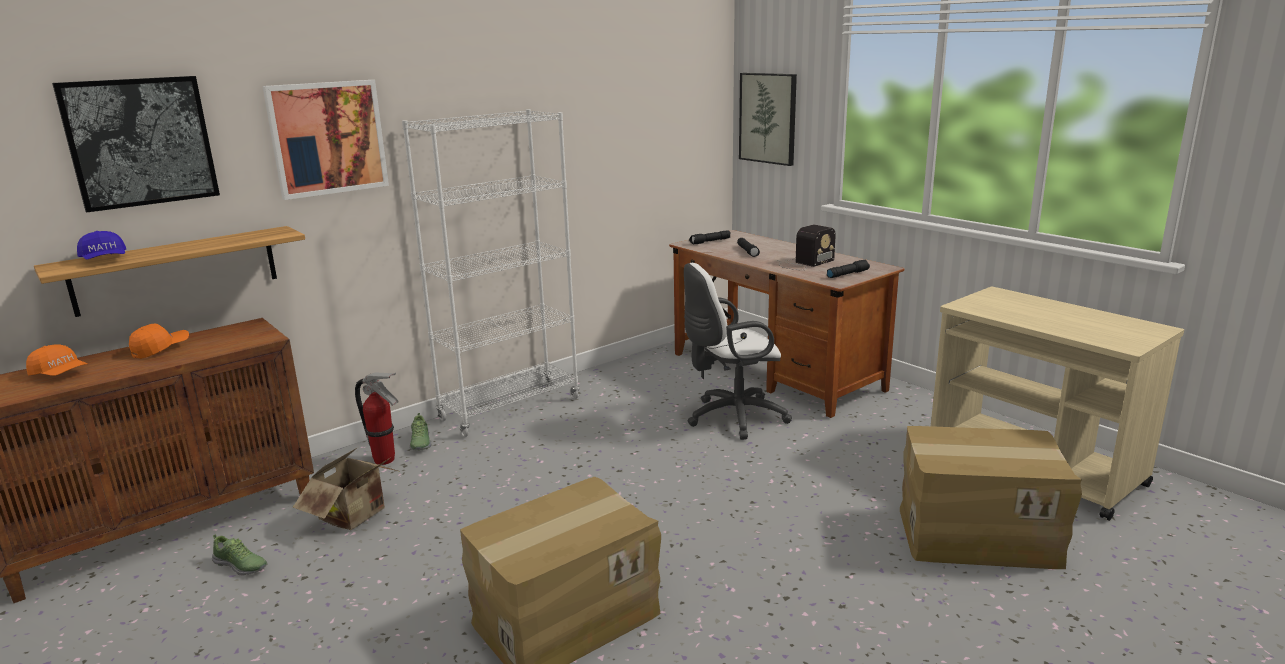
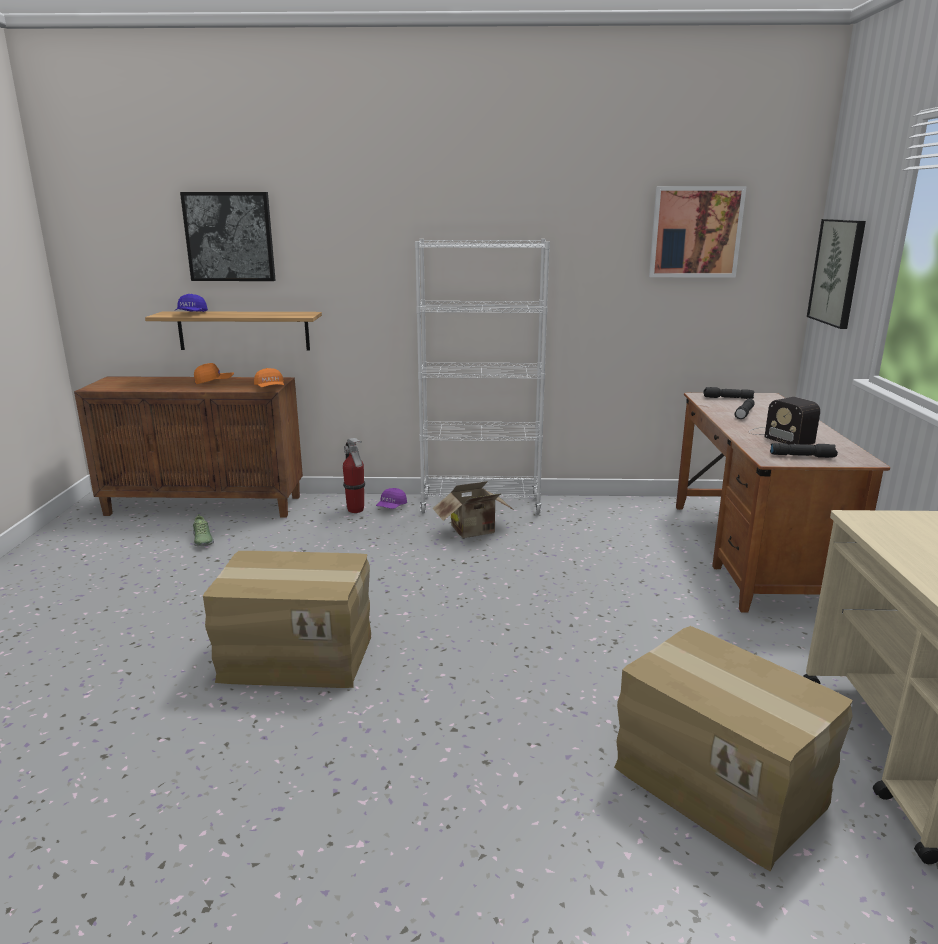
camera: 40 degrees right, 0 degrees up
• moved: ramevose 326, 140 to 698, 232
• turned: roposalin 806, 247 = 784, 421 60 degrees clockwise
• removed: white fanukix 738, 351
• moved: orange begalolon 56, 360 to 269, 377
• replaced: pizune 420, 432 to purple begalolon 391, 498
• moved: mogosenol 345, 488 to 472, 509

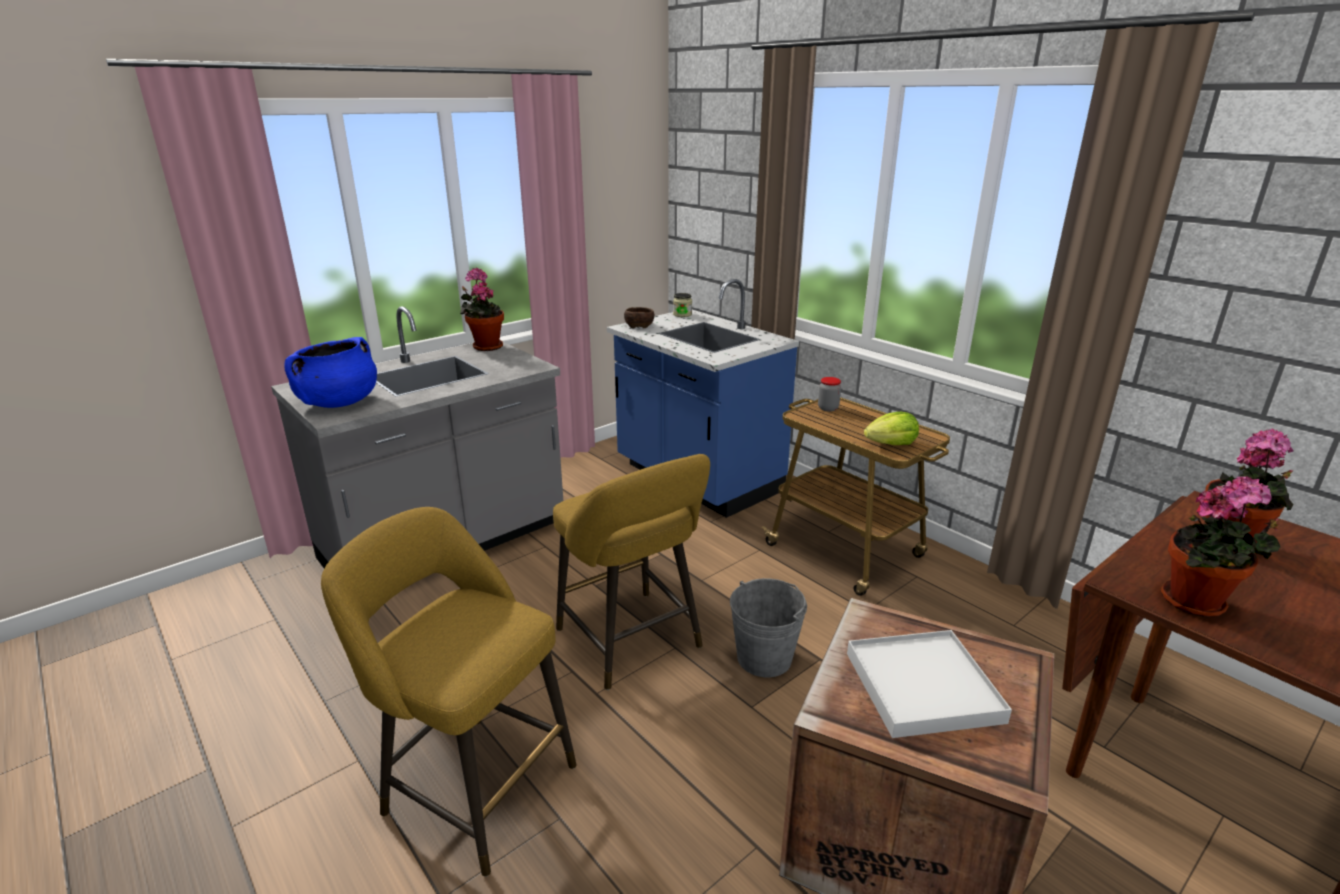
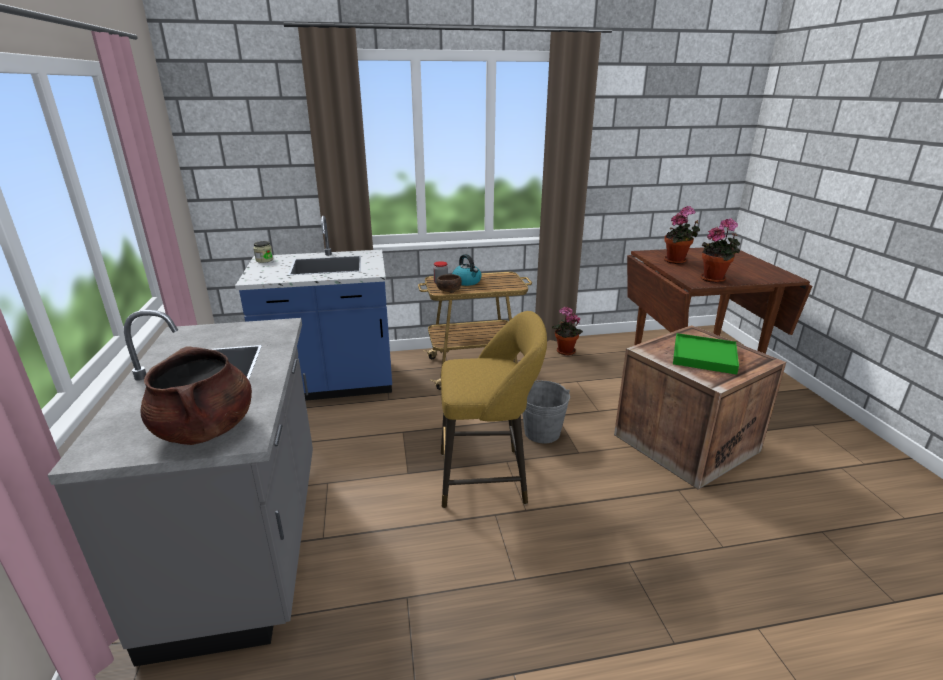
camera: 60 degrees left, 0 degrees up
• moved: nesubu 482, 309 to 567, 331
• moved: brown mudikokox 639, 318 to 449, 283
• recoloured: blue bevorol 331, 372 to brown bevorol 196, 396
• removed: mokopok 891, 428
• removed: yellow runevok 448, 692
• recoloured: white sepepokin 929, 684 to green sepepokin 706, 354
• added: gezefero 466, 270

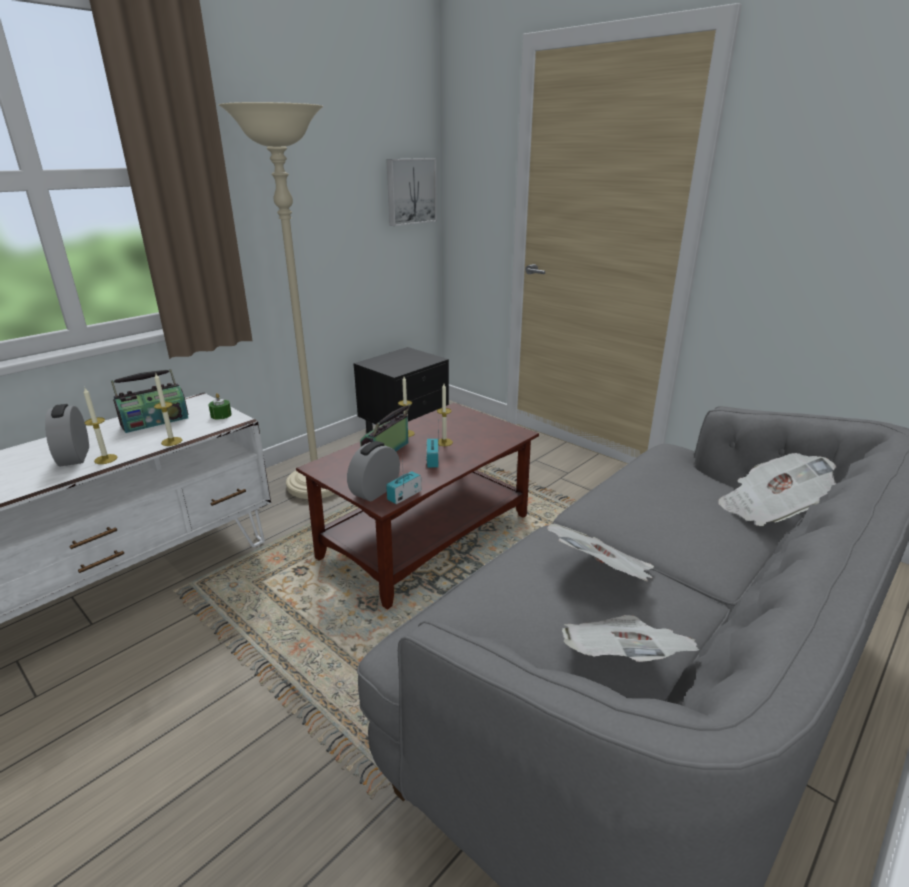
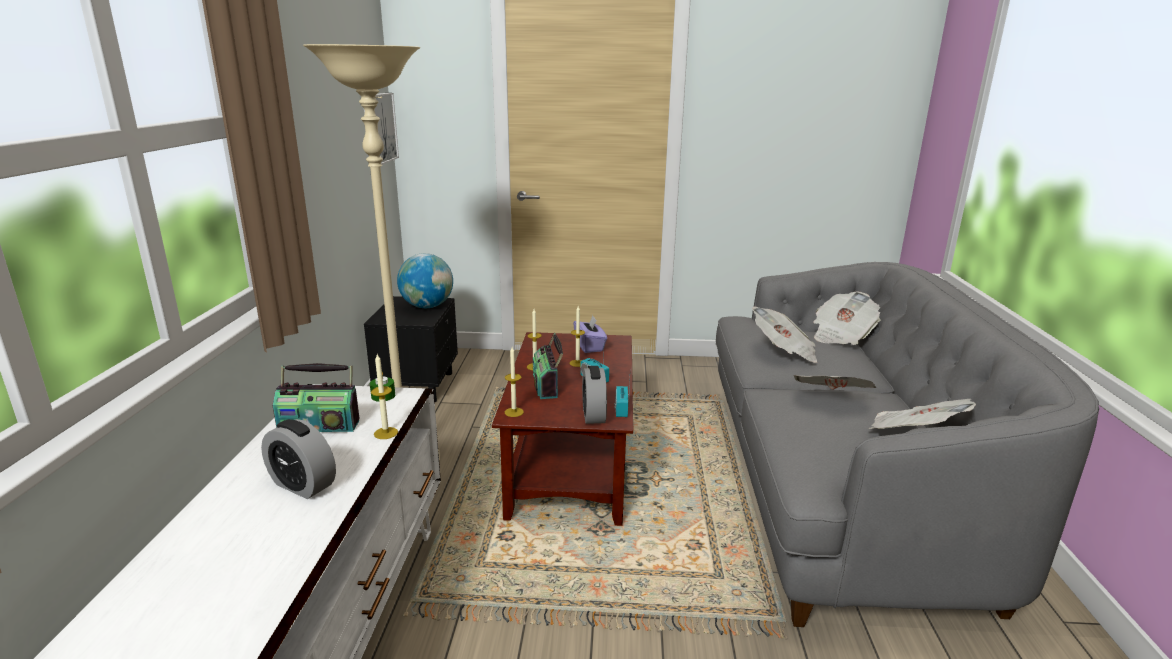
camera: 40 degrees left, 5 degrees down
• turned: roposalin 149, 401 = 316, 397 75 degrees clockwise
• moved: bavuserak 100, 426 to 514, 382
• added: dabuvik 425, 280
• added: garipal 784, 334
• added: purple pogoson 590, 334

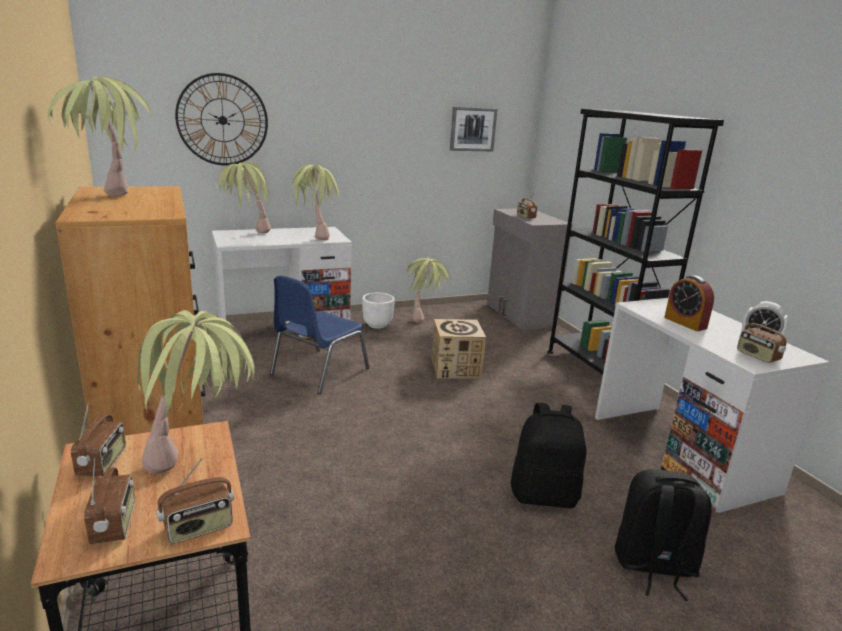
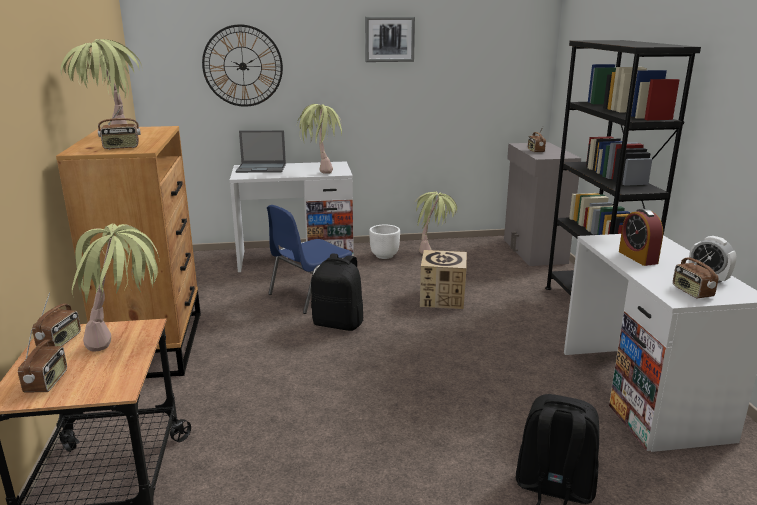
camera: 15 degrees right, 0 degrees up
• moved: ramevose 473, 129 to 390, 39
• replaced: nesubu 243, 197 to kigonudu 261, 151
• moved: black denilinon 549, 455 to 337, 292
• moved: roposalin 195, 501 to 119, 127

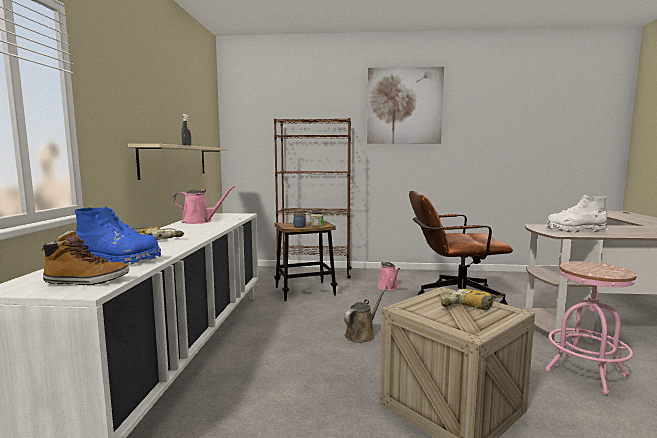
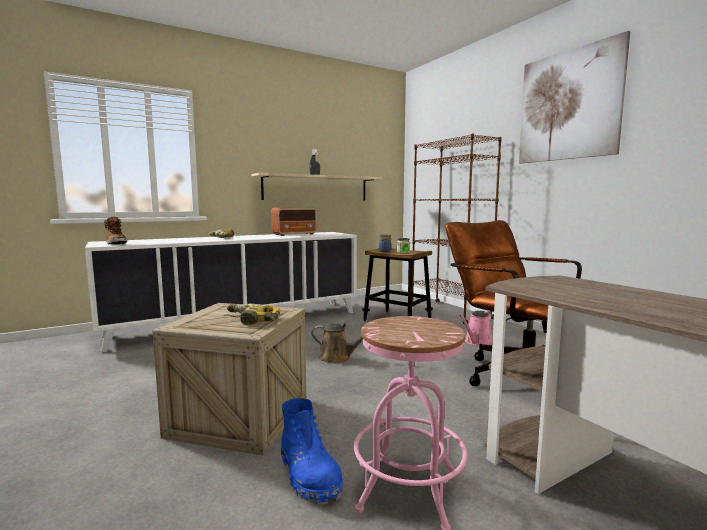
camera: 55 degrees right, 0 degrees up
• replaced: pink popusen 204, 205 to roposalin 294, 221
• removed: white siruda 577, 214
• moved: blue siruda 118, 235 to 312, 451

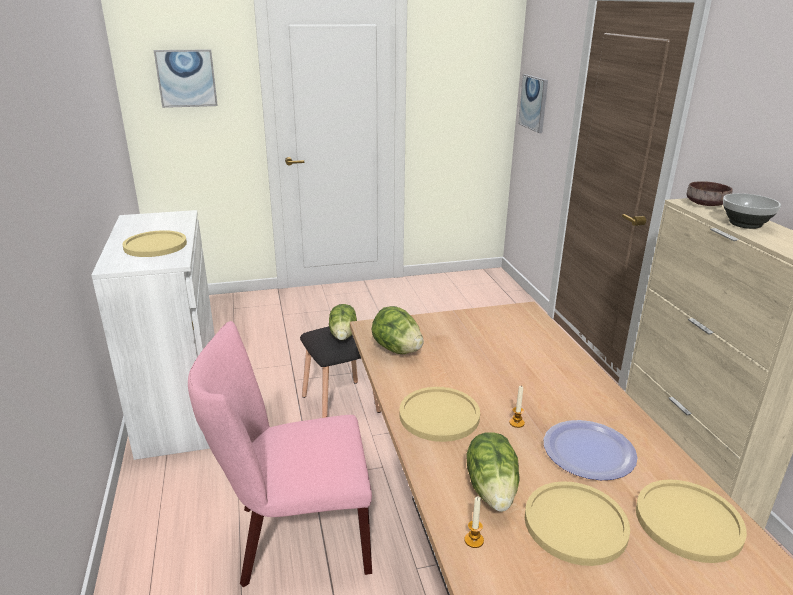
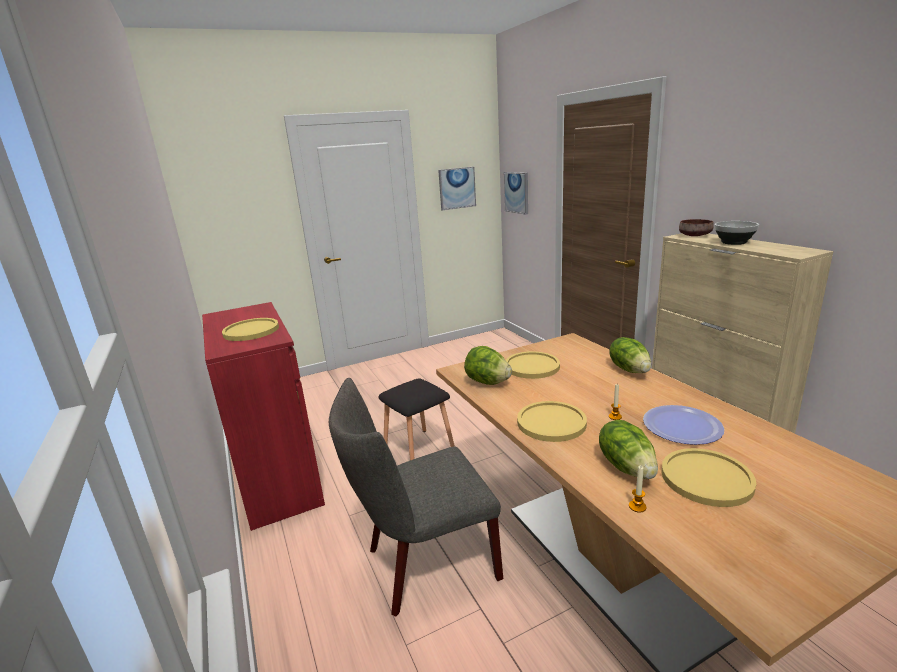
camera: 10 degrees left, 5 degrees down
• moved: ramevose 186, 78 to 457, 188
• recoloured: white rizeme 153, 335 to red rizeme 263, 416
• moved: mokopok 343, 322 to 630, 355
• recoloured: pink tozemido 280, 454 to grey tozemido 416, 497
• moved: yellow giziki 691, 521 to 533, 365

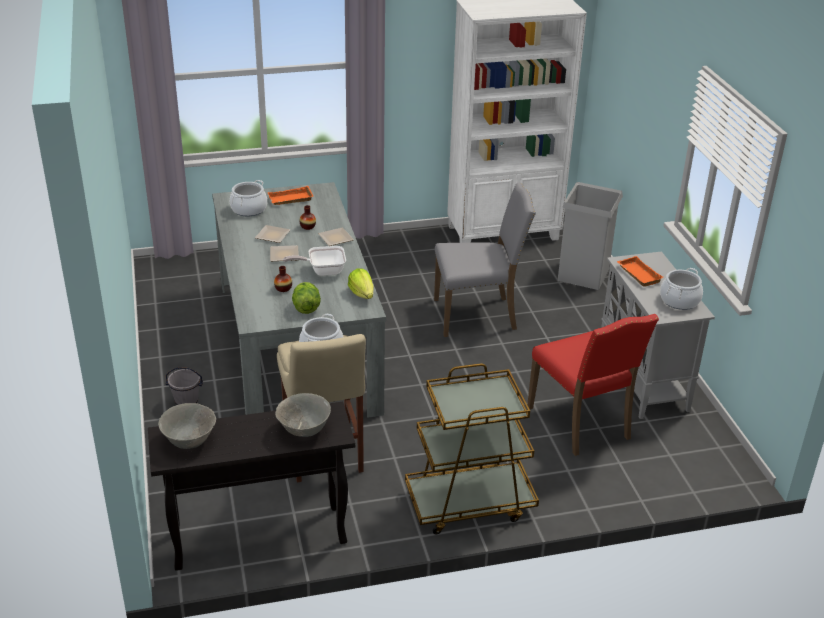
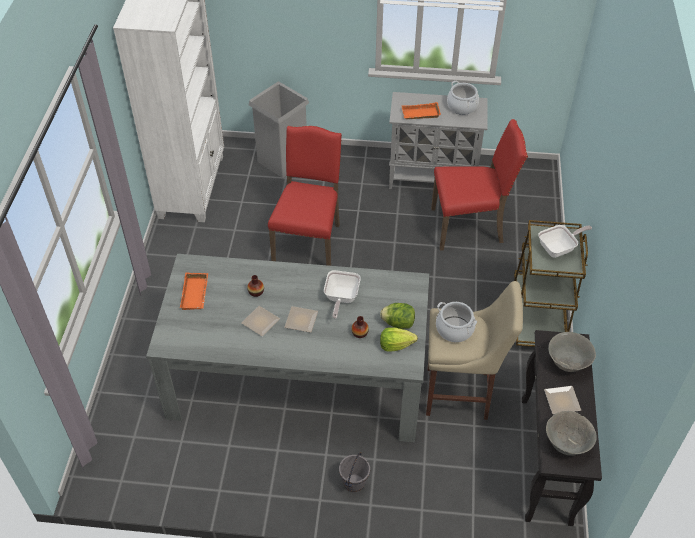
camera: 70 degrees left, 15 degrees up
• removed: bevorol 248, 198
• recoloured: grey tozemido 485, 259 to red tozemido 305, 196
• moved: giziki 336, 237 to 562, 400
• moved: mokopok 361, 283 to 399, 339
• added: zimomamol 565, 241

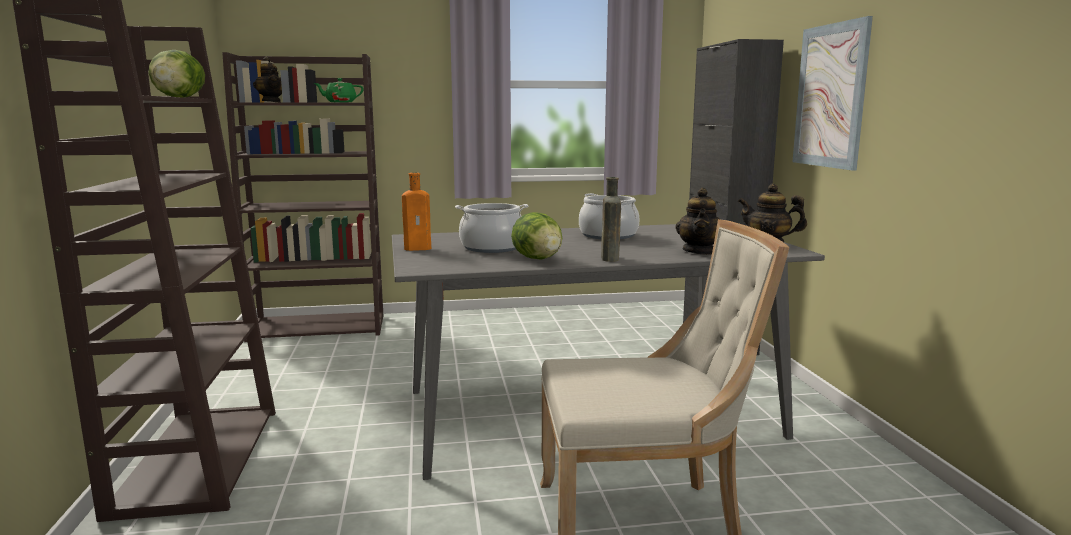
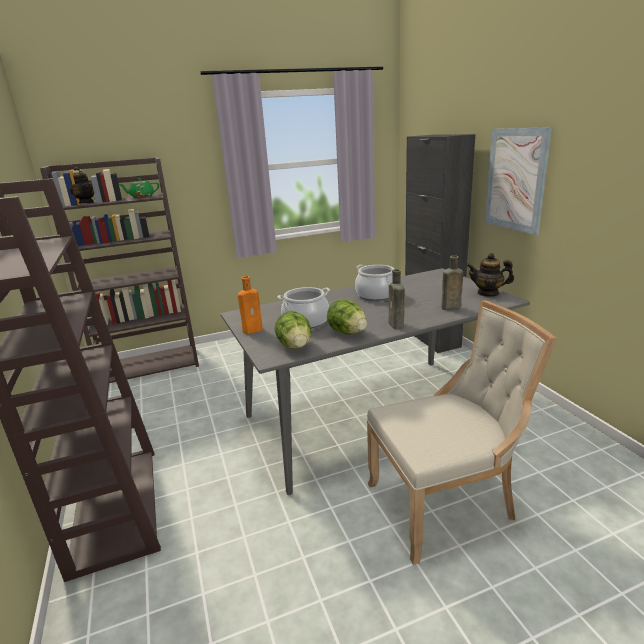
camera: 10 degrees left, 10 degrees up
• moved: mokopok 177, 74 to 293, 330
• replaced: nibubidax 697, 221 to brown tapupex 452, 282

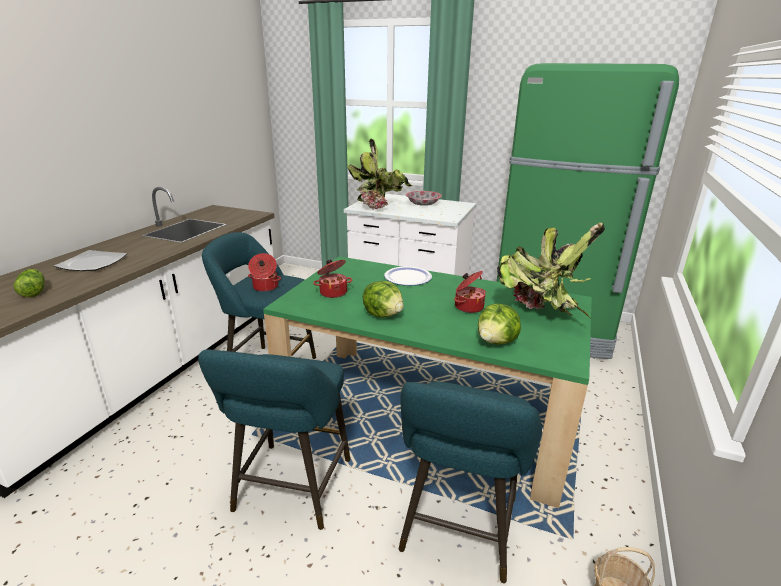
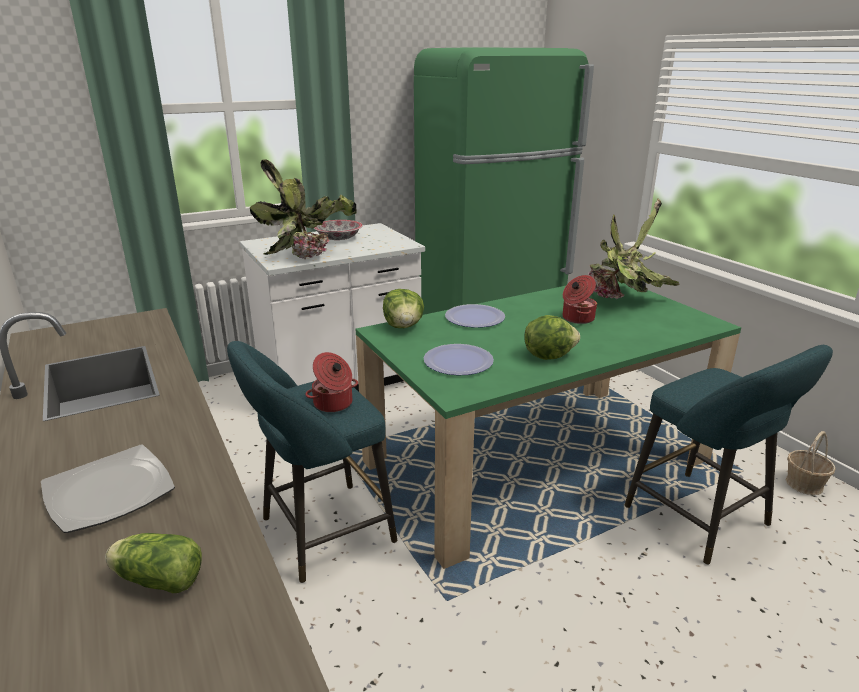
camera: 50 degrees left, 0 degrees up
• replaced: bevorol 332, 279 to giziki 459, 359
• moved: mokopok 499, 324 to 403, 308
• removed: turquoise runevok 274, 440

